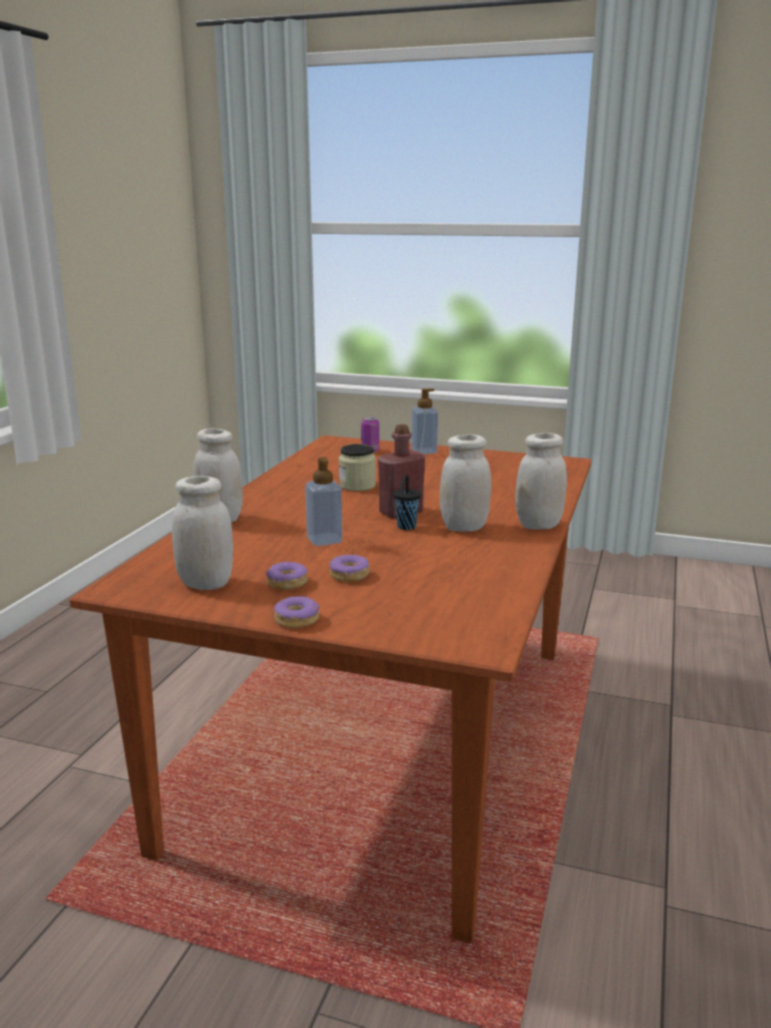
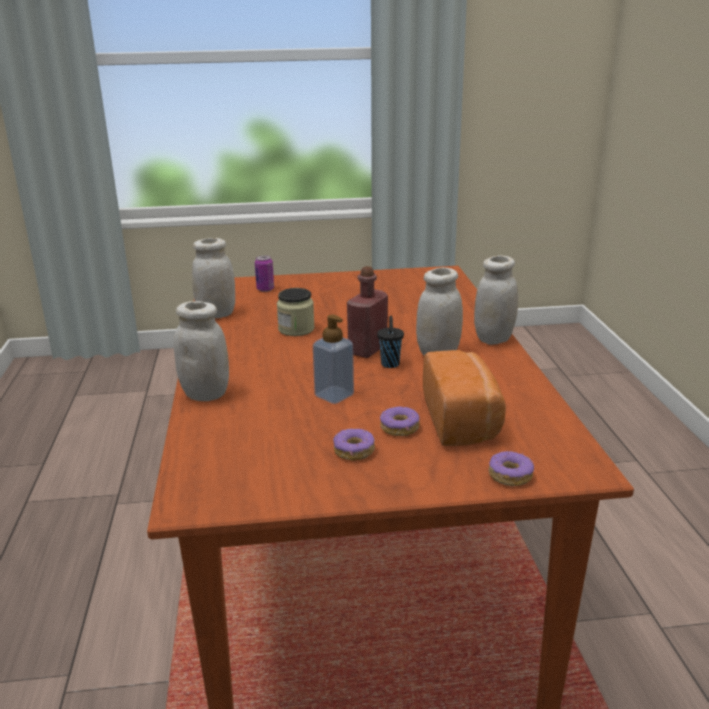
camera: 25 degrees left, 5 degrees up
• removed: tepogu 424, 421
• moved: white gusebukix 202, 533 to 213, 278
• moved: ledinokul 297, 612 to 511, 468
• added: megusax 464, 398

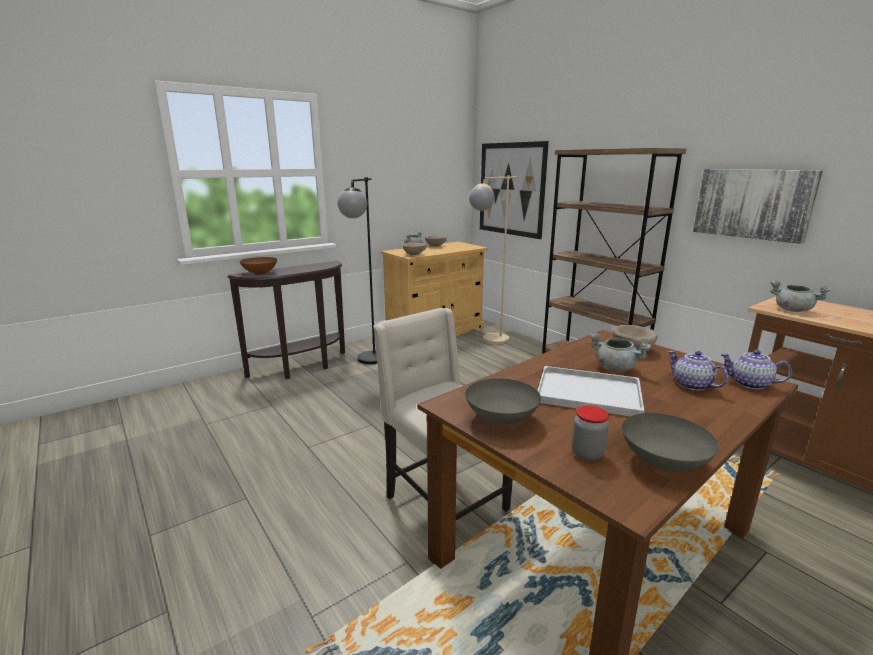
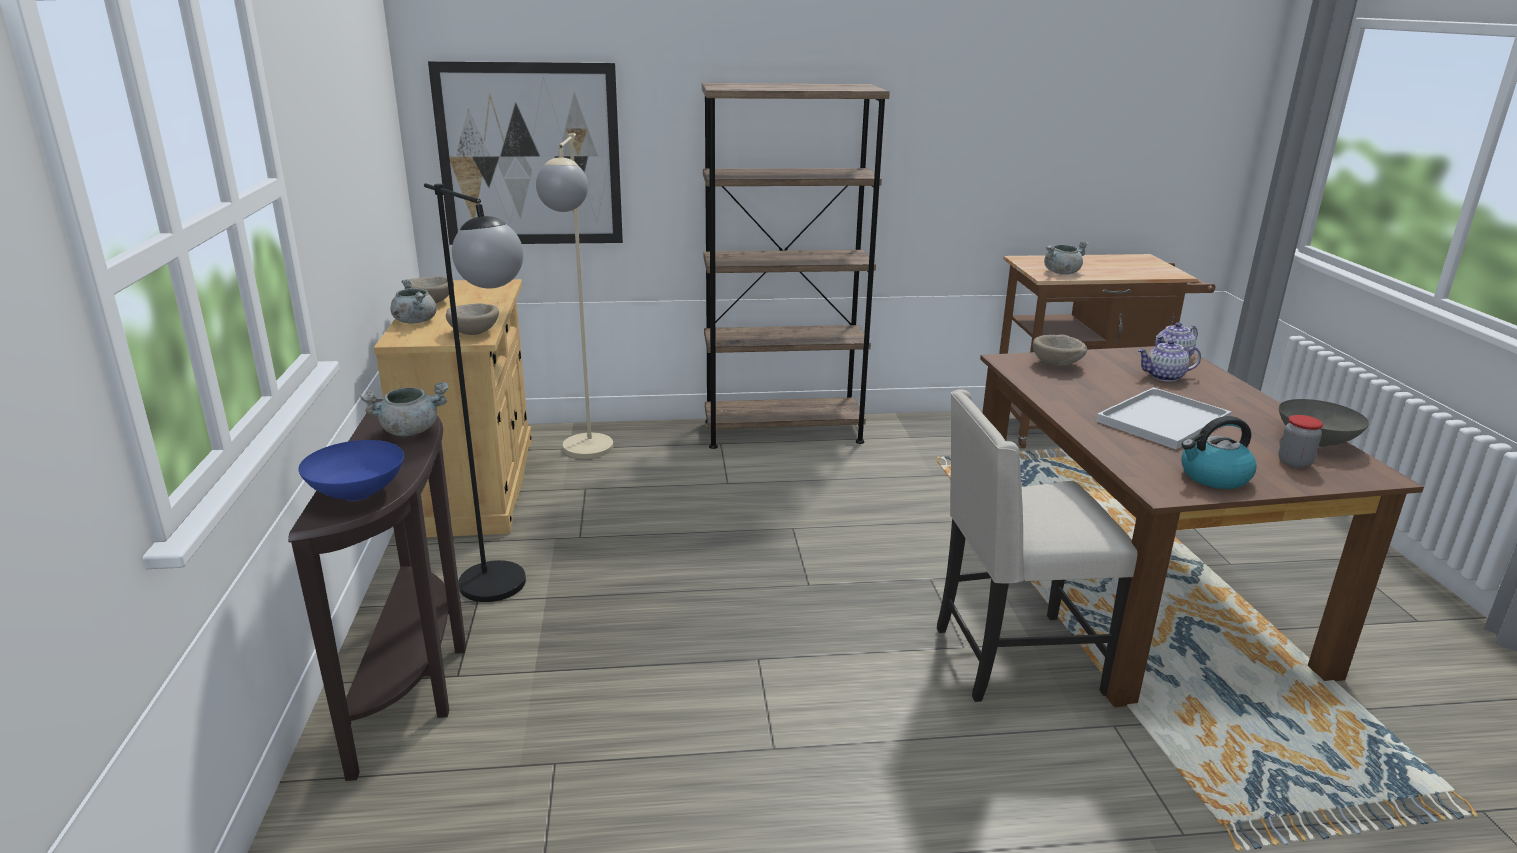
camera: 60 degrees left, 5 degrees up
• removed: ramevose 758, 206
• recoloured: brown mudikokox 258, 266 to blue mudikokox 351, 470
• moved: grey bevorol 621, 352 to 404, 409
• replaced: grey mudikokox 503, 401 to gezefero 1218, 452

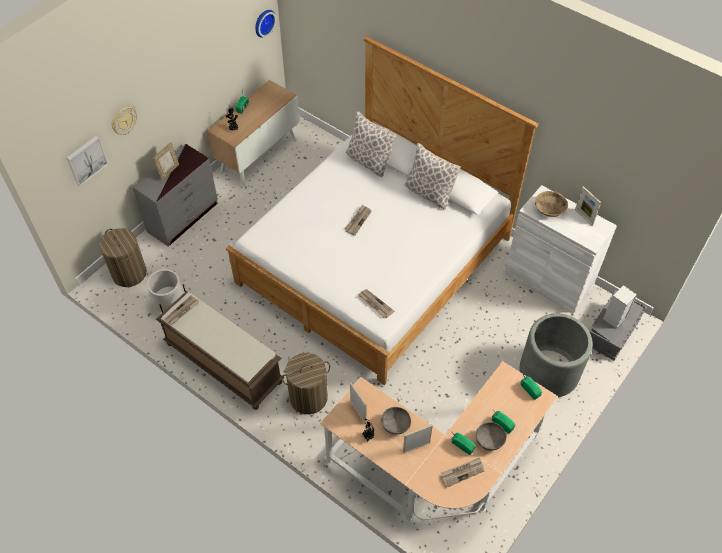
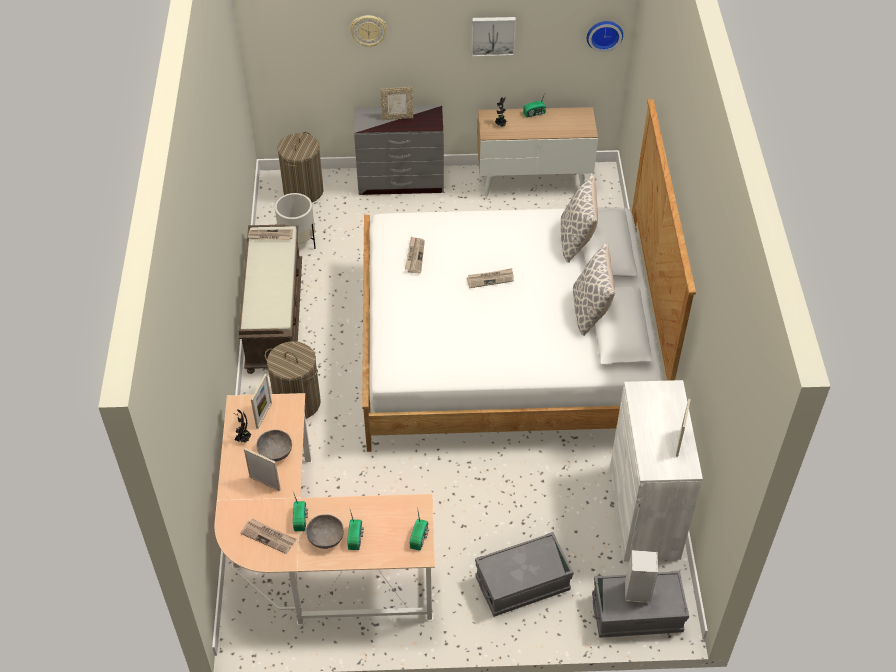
camera: 50 degrees right, 5 degrees down
• moved: ramevose 87, 161 to 493, 37
• removed: beige mudikokox 551, 204
• moved: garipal 376, 303 to 415, 255
• replaced: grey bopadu 556, 355 to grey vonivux 524, 574

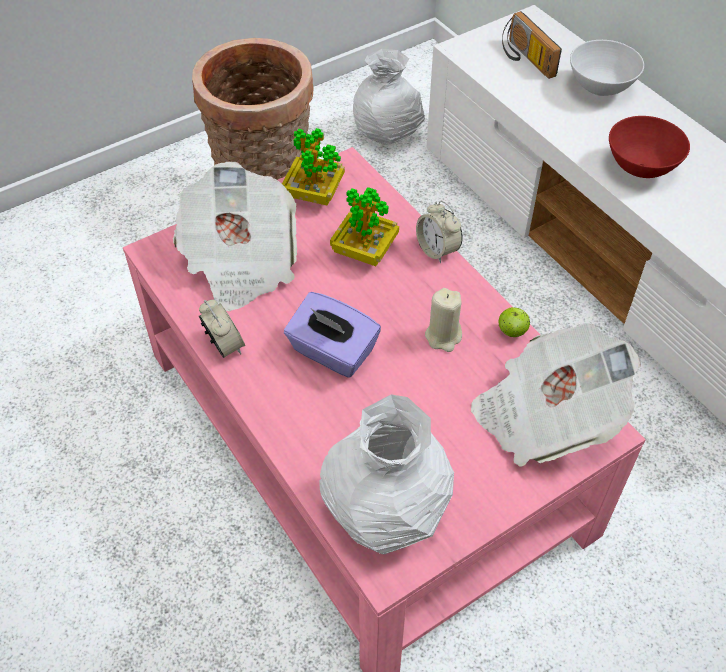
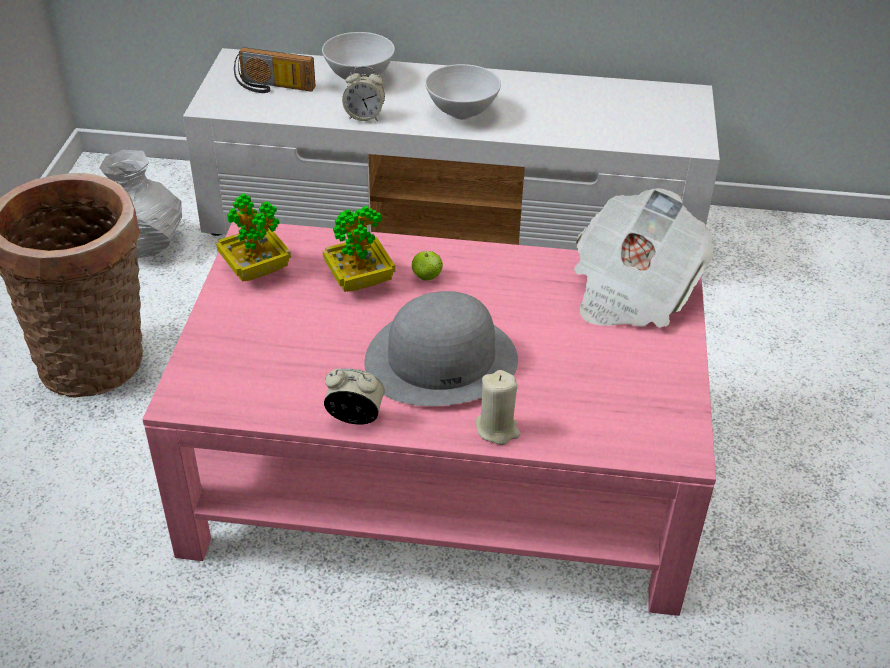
camera: 50 degrees left, 10 degrees down
• recoloured: red mudikokox 649, 147 to white mudikokox 463, 92
• removed: garipal 235, 236
• moved: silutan 439, 231 to 363, 93
• moved: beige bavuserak 443, 320 to 498, 407
• replaced: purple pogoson 332, 335 to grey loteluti 441, 348
• moved: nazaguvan 514, 322 to 427, 266
• removed: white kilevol 386, 474

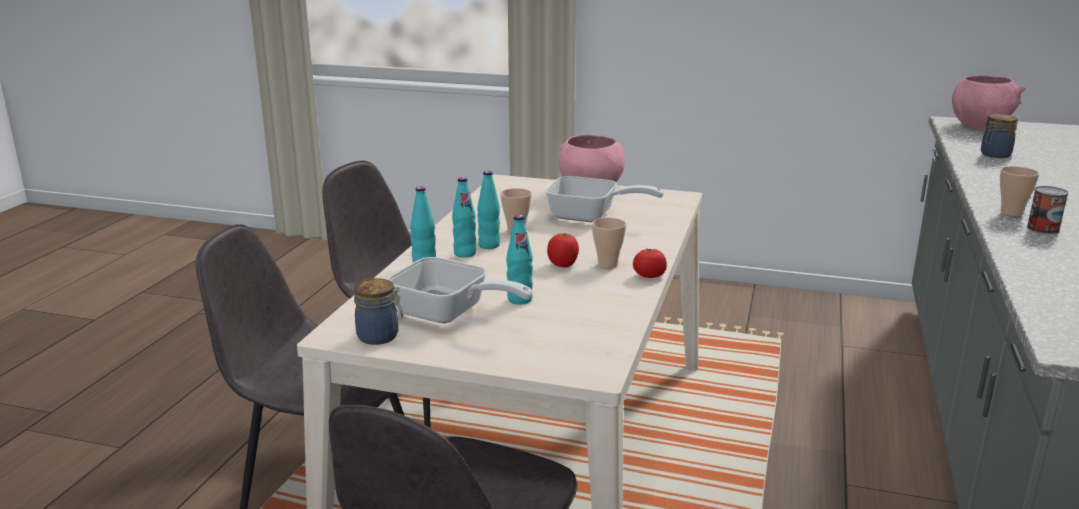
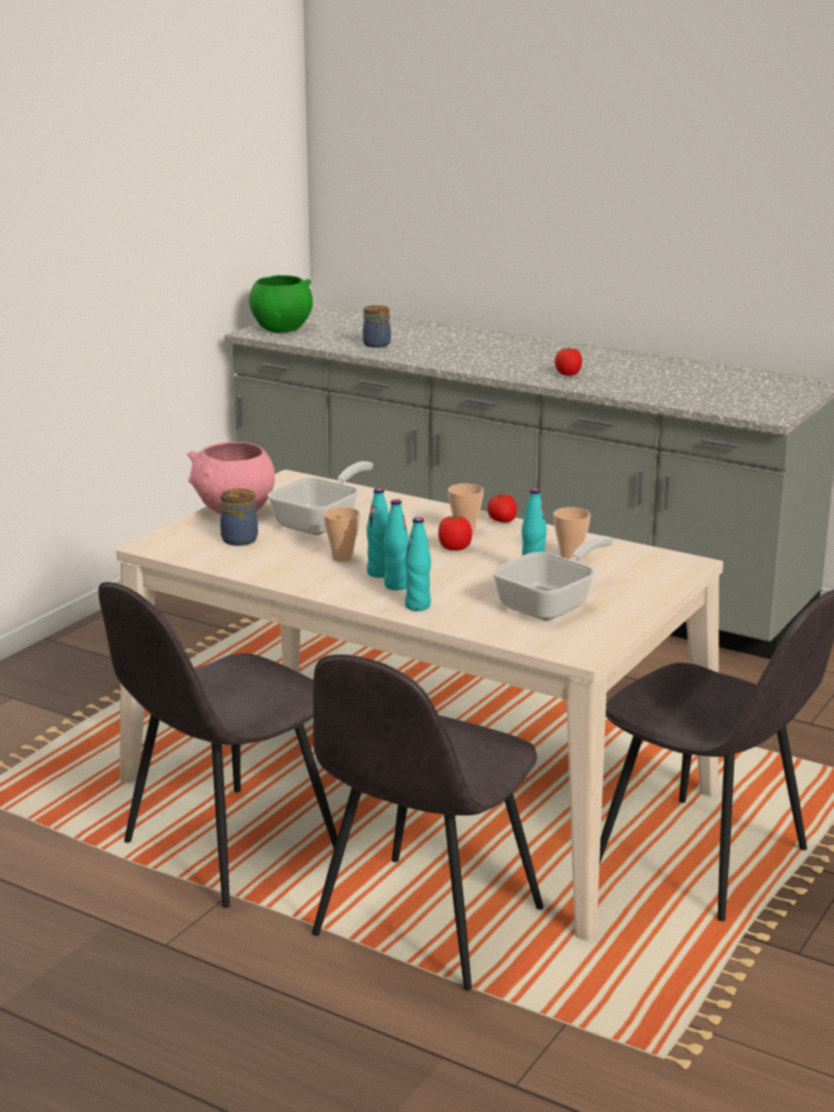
camera: 75 degrees left, 0 degrees up
• recoloured: pink mudikokox 989, 102 to green mudikokox 281, 304
• moved: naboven 1019, 191 to 572, 533
• replaced: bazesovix 1048, 210 to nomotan 568, 361
• moved: gusebukix 378, 311 to 239, 517

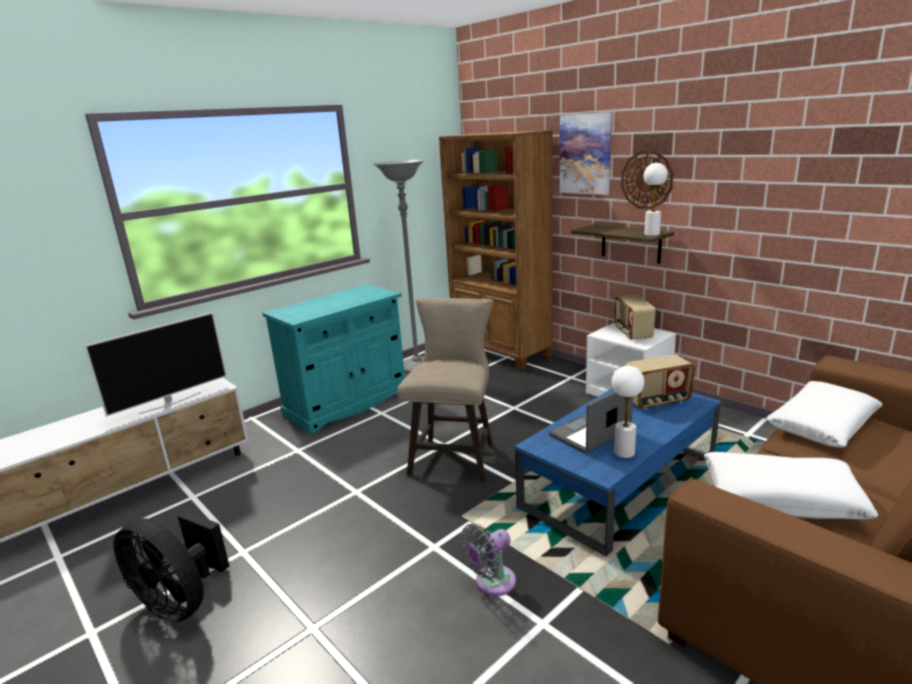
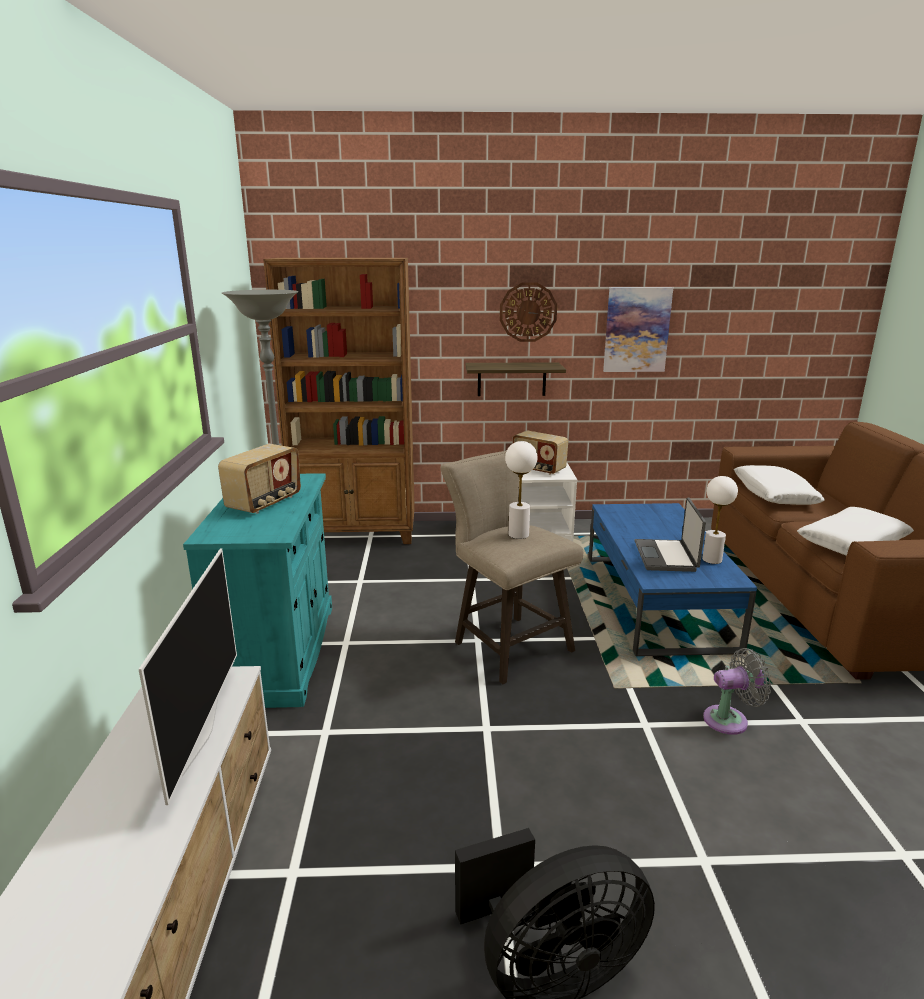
camera: 50 degrees left, 0 degrees up
• moved: ramevose 586, 153 to 638, 329
• moved: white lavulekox 656, 199 to 521, 490
• moved: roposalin 660, 381 to 259, 479
• turned: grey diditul 488, 560 = 737, 691 105 degrees counterclockwise

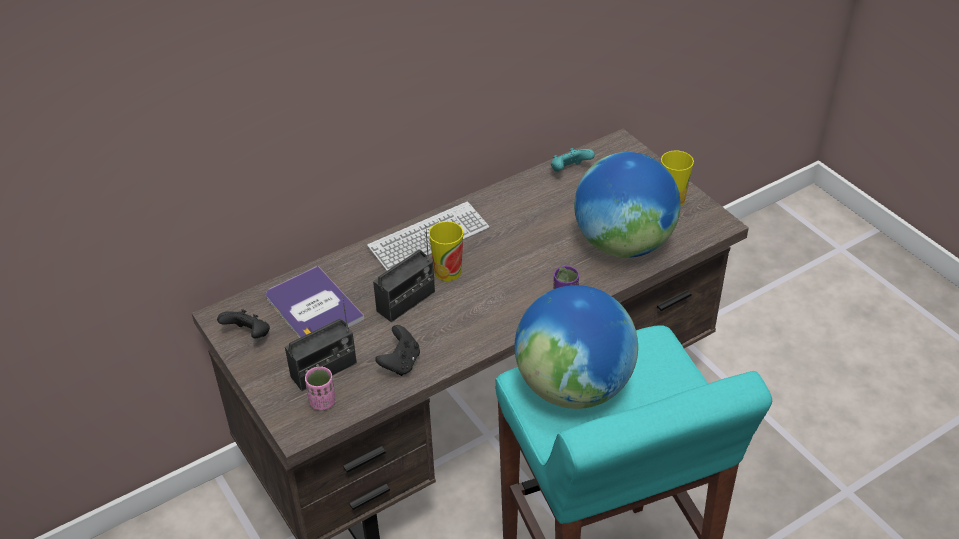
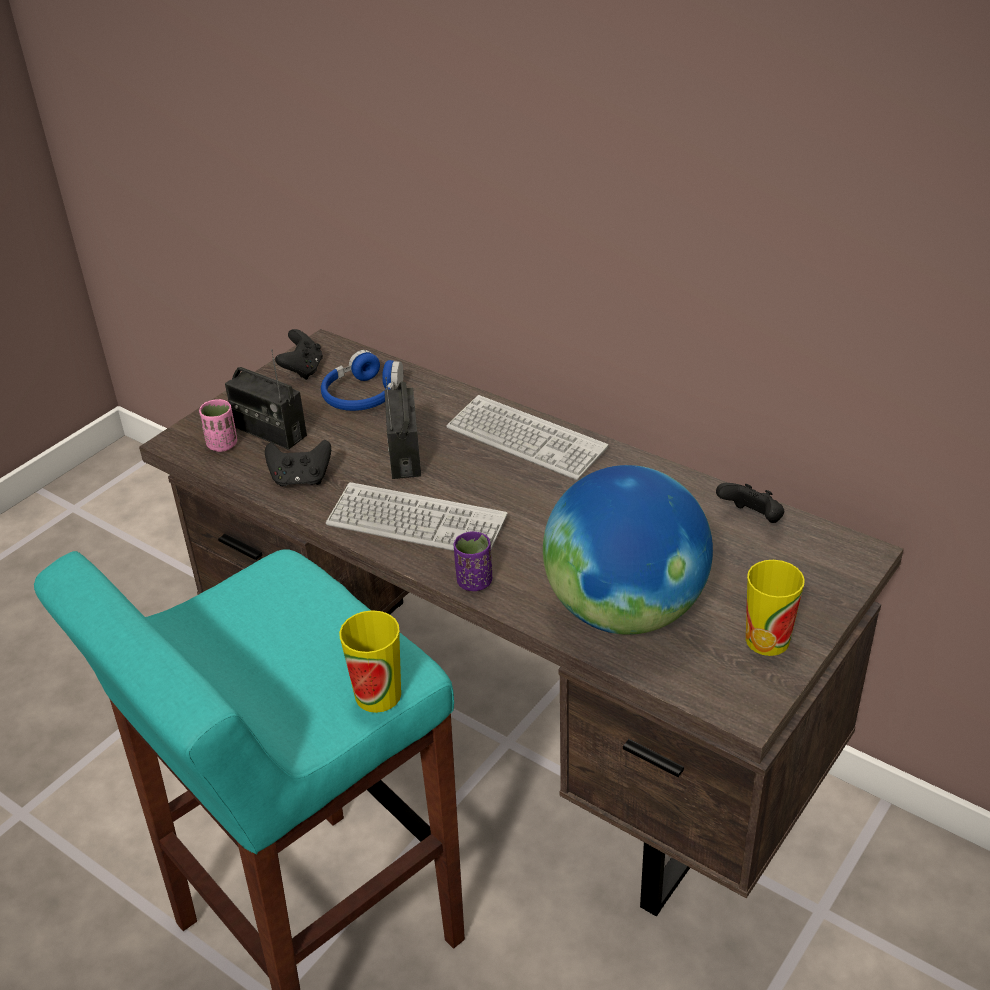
camera: 70 degrees right, 5 degrees down
• recoloured: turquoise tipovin 573, 160 to black tipovin 750, 503
• moved: naboven 446, 251 to 370, 661
• turned: roposalin 404, 273 = 402, 428 60 degrees clockwise
• replaced: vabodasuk 315, 302 to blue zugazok 362, 380
• removed: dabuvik 576, 347
• added: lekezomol 417, 516

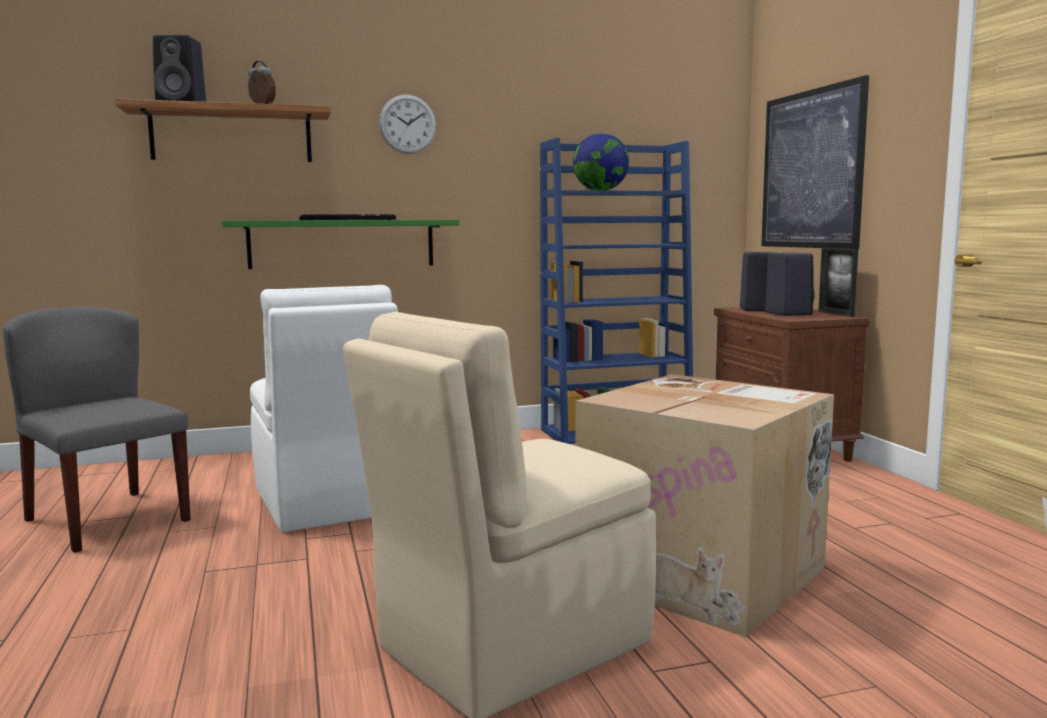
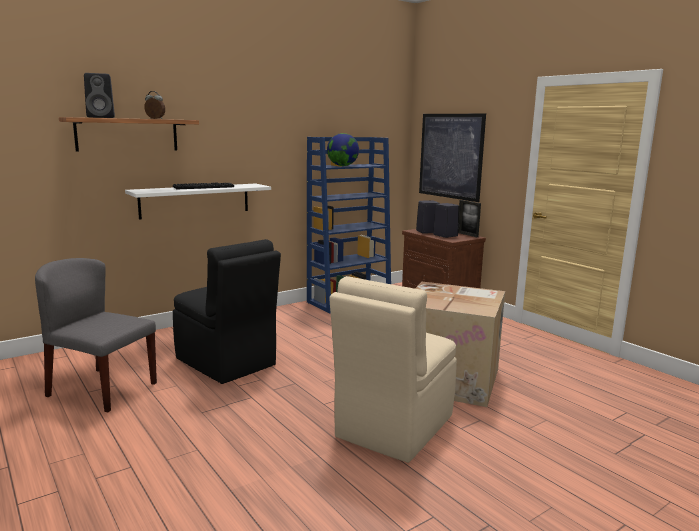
camera: 20 degrees left, 5 degrees up
• removed: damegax 407, 124
• recoloured: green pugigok 340, 244 to white pugigok 198, 202
• recoloured: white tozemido 324, 408 to black tozemido 227, 311

